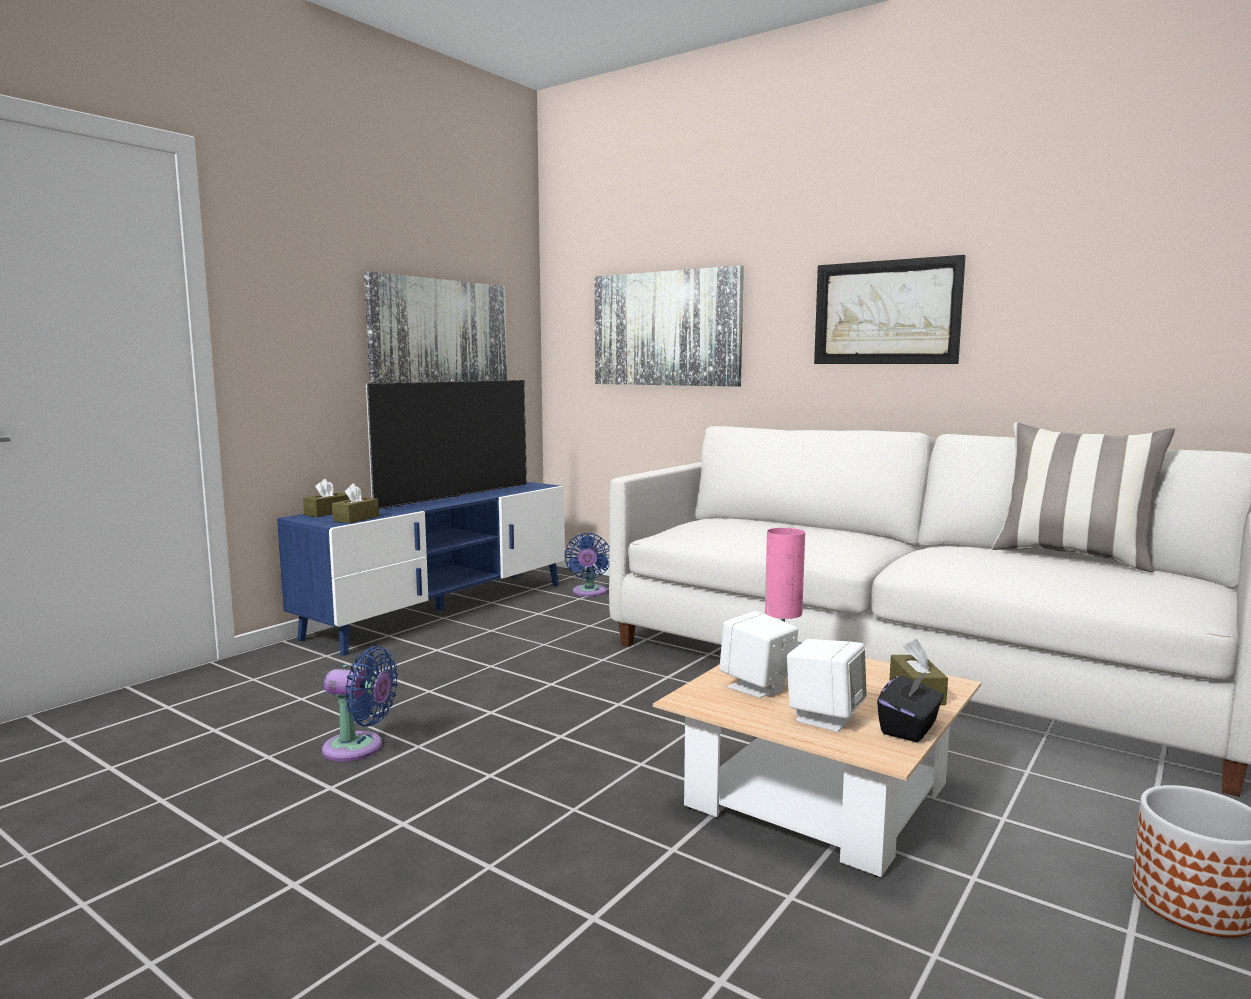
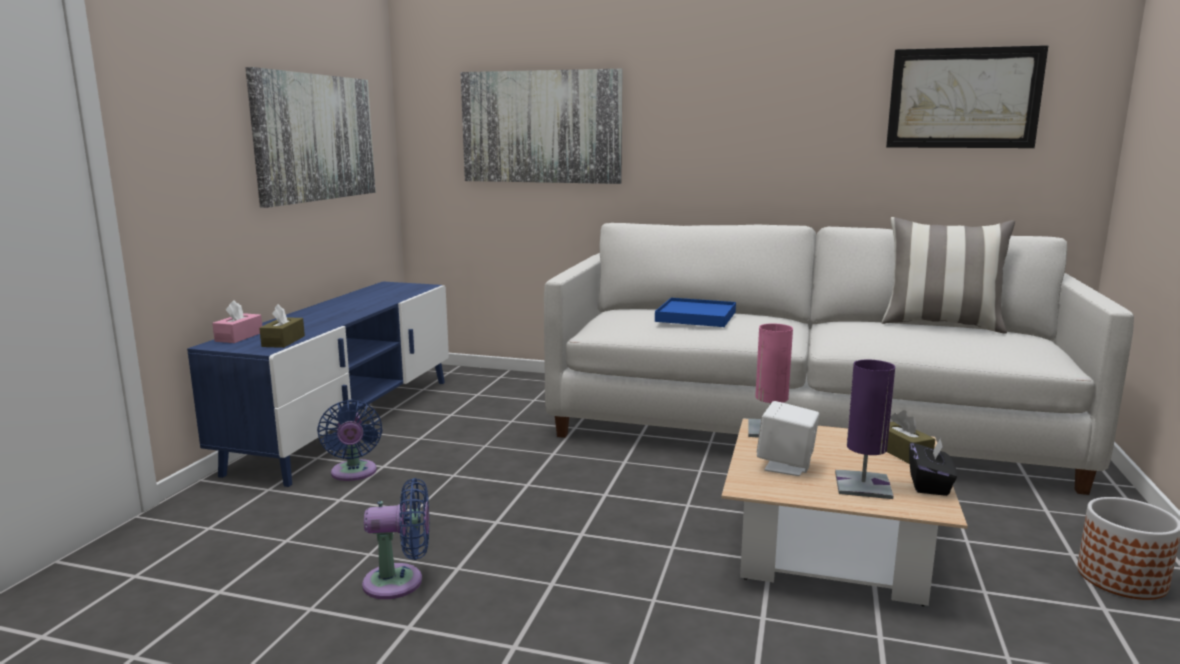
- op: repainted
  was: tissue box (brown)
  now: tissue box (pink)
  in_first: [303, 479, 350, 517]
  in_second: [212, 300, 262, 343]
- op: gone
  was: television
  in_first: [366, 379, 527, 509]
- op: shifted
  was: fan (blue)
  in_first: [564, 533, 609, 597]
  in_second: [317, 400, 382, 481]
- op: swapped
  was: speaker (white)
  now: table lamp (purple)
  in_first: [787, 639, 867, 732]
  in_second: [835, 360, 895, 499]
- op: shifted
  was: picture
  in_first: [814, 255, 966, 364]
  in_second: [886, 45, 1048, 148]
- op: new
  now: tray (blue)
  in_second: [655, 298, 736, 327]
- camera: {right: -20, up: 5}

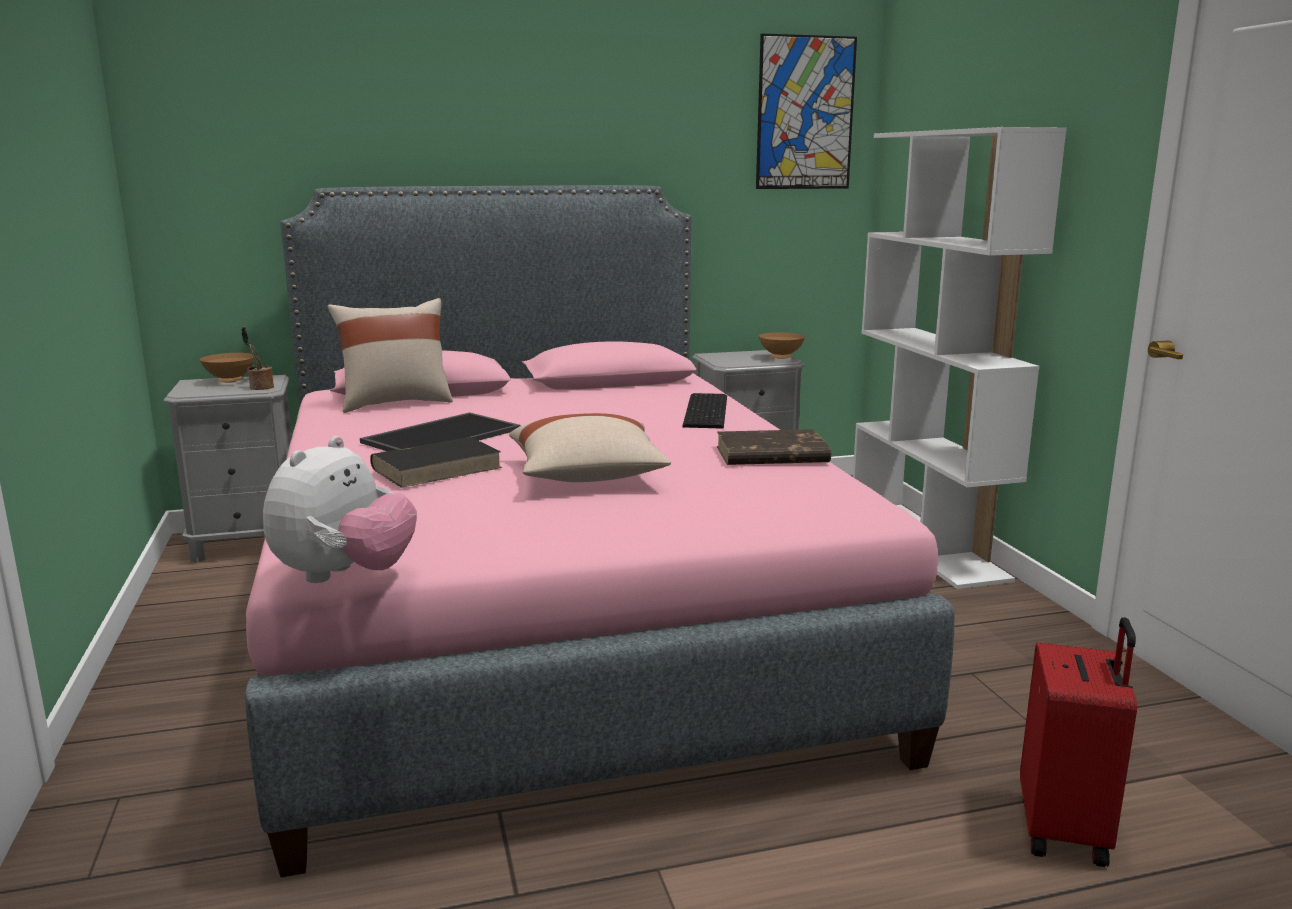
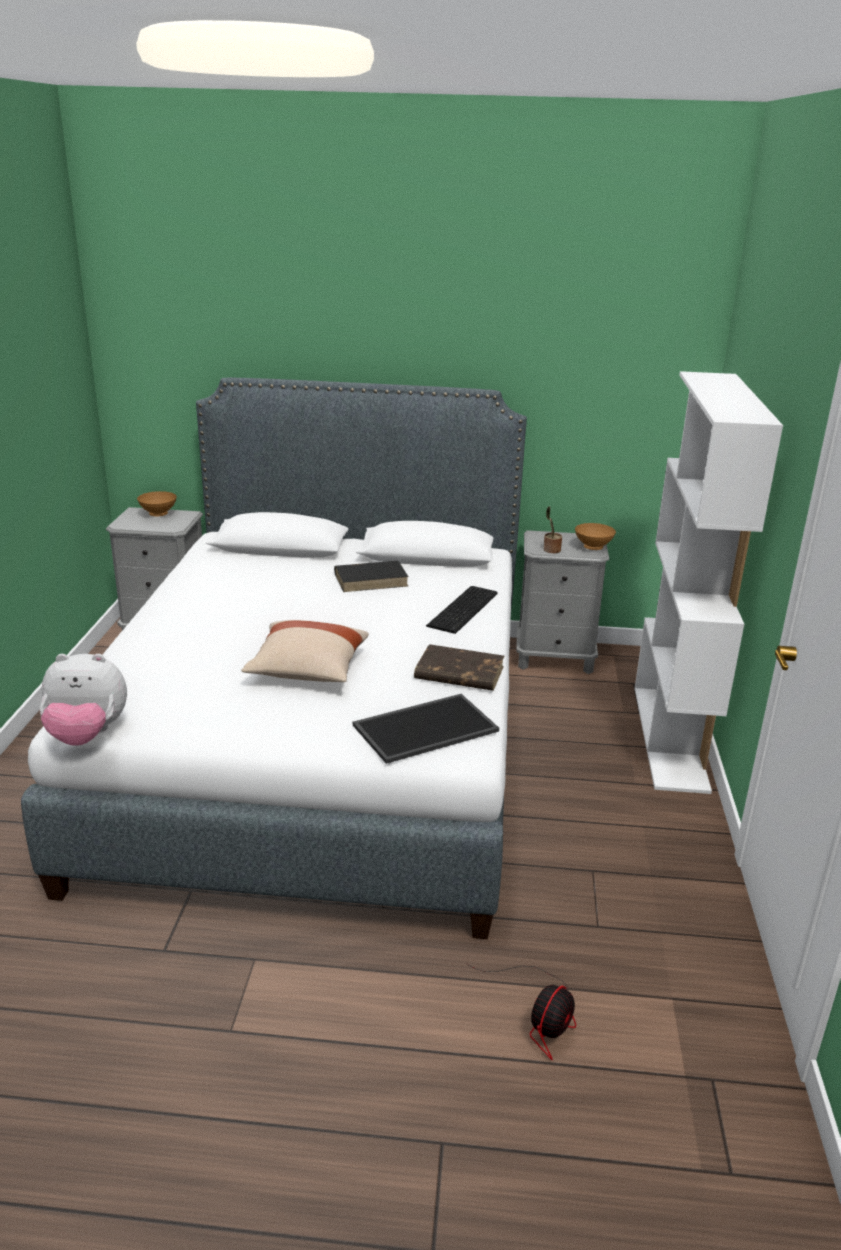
- op: shifted
  was: potted plant
  in_first: [242, 327, 274, 390]
  in_second: [544, 506, 562, 553]
- op: repainted
  was: bed (pink)
  now: bed (white)
  in_first: [245, 185, 954, 877]
  in_second: [21, 377, 527, 939]
- op: rotated
  was: plush toy
  in_first: [263, 436, 417, 583]
  in_second: [40, 654, 127, 746]
  clockwise: 45
- op: gone
  was: pillow (beige)
  in_first: [328, 298, 453, 413]
- op: shifted
  was: tray
  in_first: [360, 412, 520, 451]
  in_second: [353, 694, 499, 764]
- op: shifted
  was: book (black)
  in_first: [370, 437, 502, 488]
  in_second: [334, 561, 409, 592]
- op: gone
  was: picture
  in_first: [756, 33, 857, 189]
- op: swapped
  was: suitcase (red)
  now: fan
  in_first: [1020, 617, 1137, 867]
  in_second: [466, 963, 576, 1060]
- camera: {right: 20, up: 10}

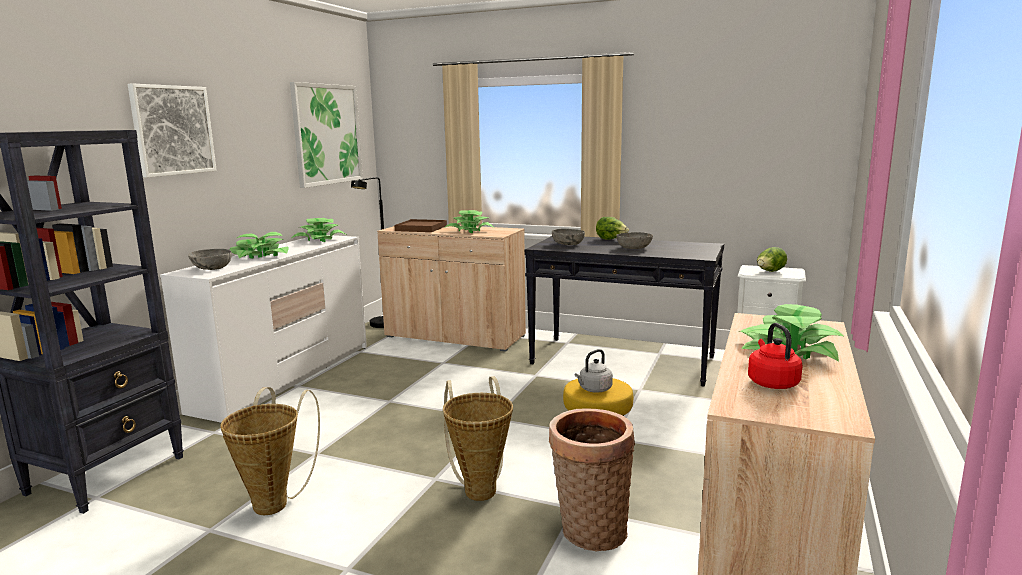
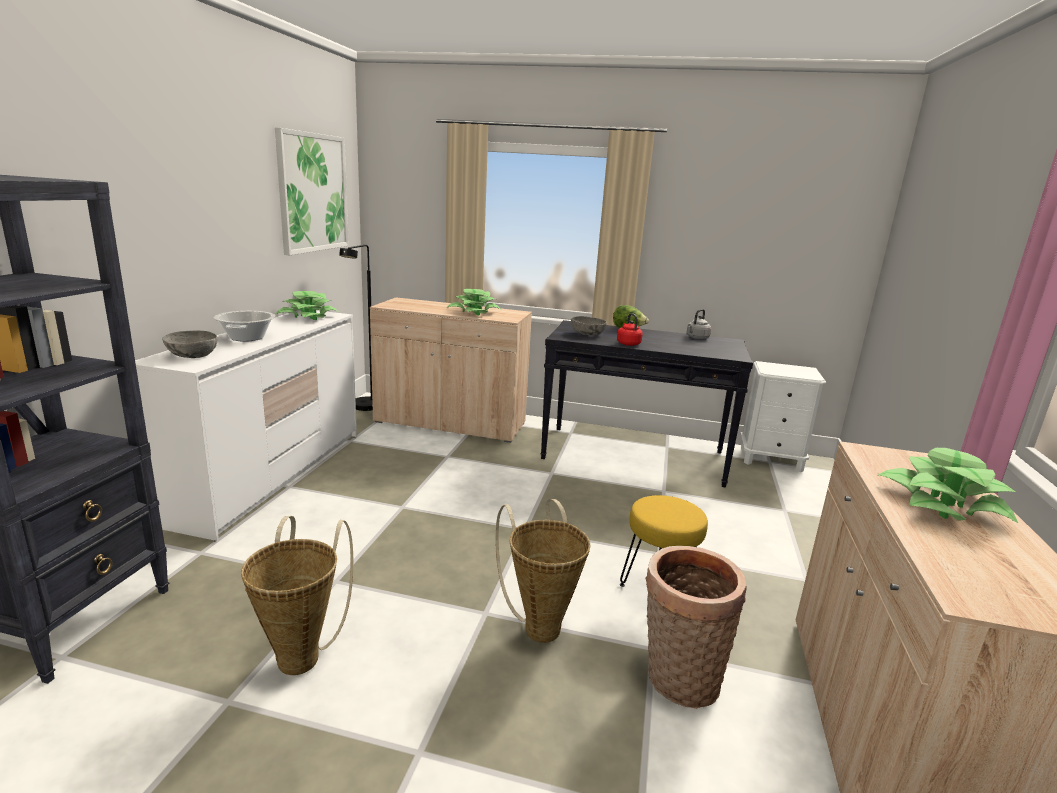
- op: gone
  was: picture
  in_first: [128, 83, 217, 178]
- op: swapped
  was: potted plant
  now: cooking pot
  in_first: [230, 232, 289, 258]
  in_second: [214, 311, 275, 342]
- op: gone
  was: tray (brown)
  in_first: [395, 219, 447, 232]
- op: shifted
  was: kettle (grey)
  in_first: [575, 349, 613, 393]
  in_second: [687, 309, 711, 339]
- op: gone
  was: bowl (grey)
  in_first: [616, 232, 653, 249]
- op: shifted
  was: kettle (red)
  in_first: [748, 323, 803, 389]
  in_second: [617, 313, 643, 346]
- op: gone
  was: lettuce
  in_first: [757, 247, 787, 272]
- camera: {right: -10, up: 5}

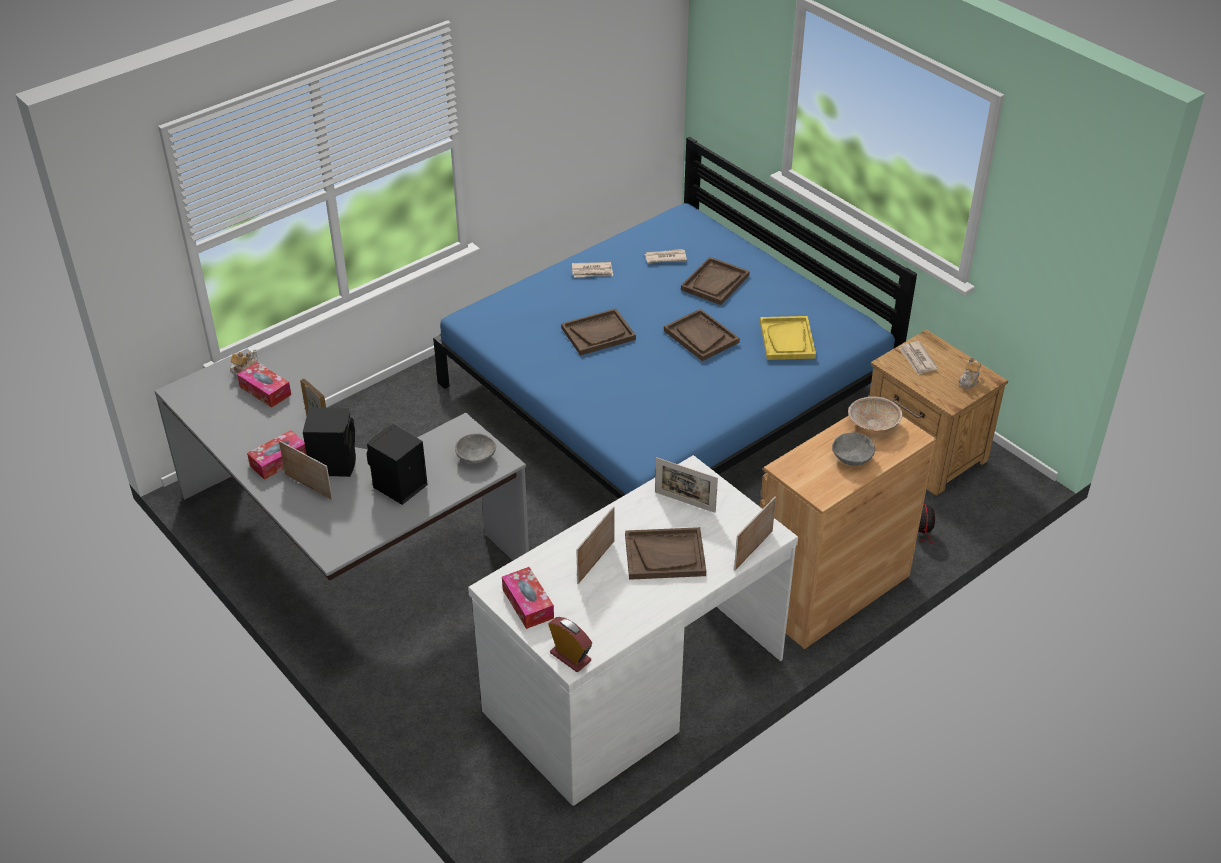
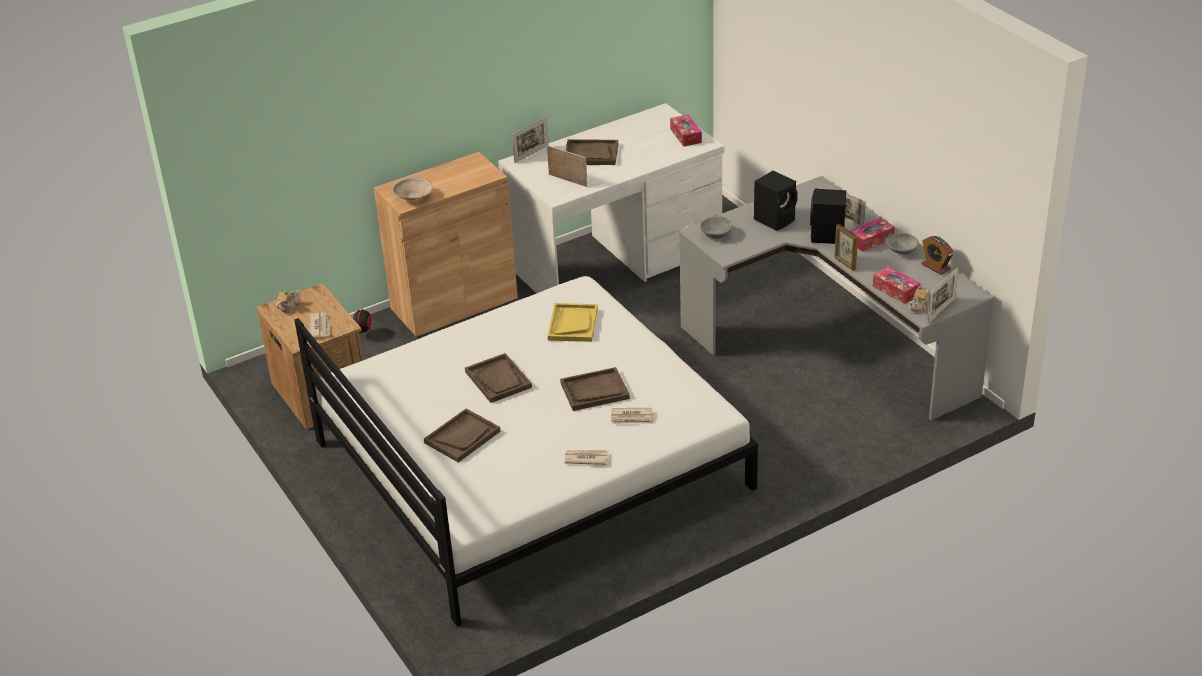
- op: repainted
  was: bed (blue)
  now: bed (white)
  in_first: [433, 137, 917, 499]
  in_second: [294, 276, 758, 627]
- op: shifted
  was: alarm clock
  in_first: [548, 617, 592, 672]
  in_second: [921, 236, 954, 275]
- op: shifted
  was: picture frame
  in_first: [577, 506, 614, 584]
  in_second: [927, 267, 958, 323]
- op: shifted
  was: newspaper
  in_first: [645, 249, 687, 263]
  in_second: [611, 408, 653, 424]
- op: shifted
  was: tray (yellow)
  in_first: [760, 316, 816, 360]
  in_second: [548, 303, 598, 342]
- op: shifted
  was: bowl (grey)
  in_first: [832, 432, 875, 466]
  in_second: [886, 233, 919, 255]
- camera: {right: -170, up: -5}

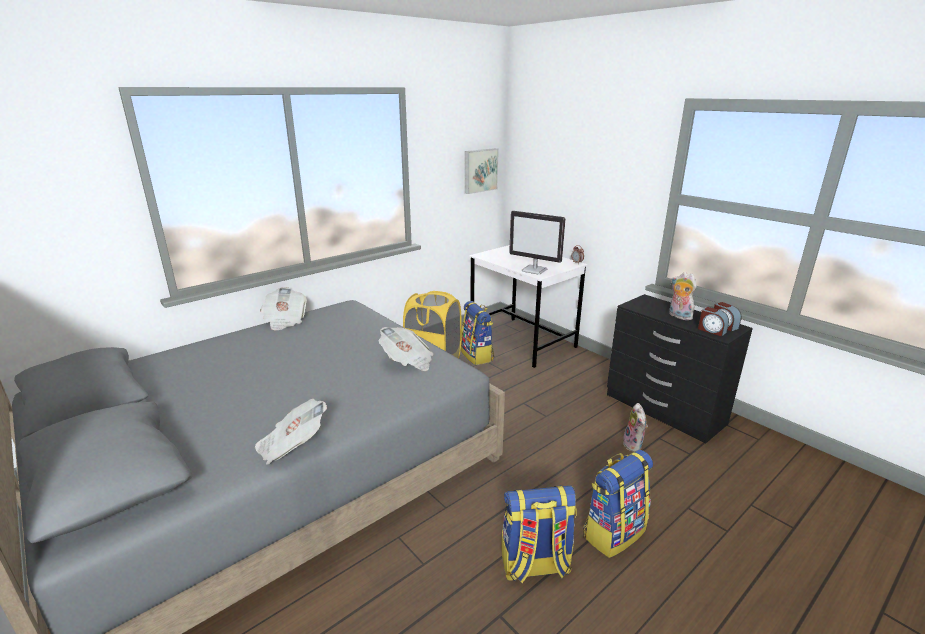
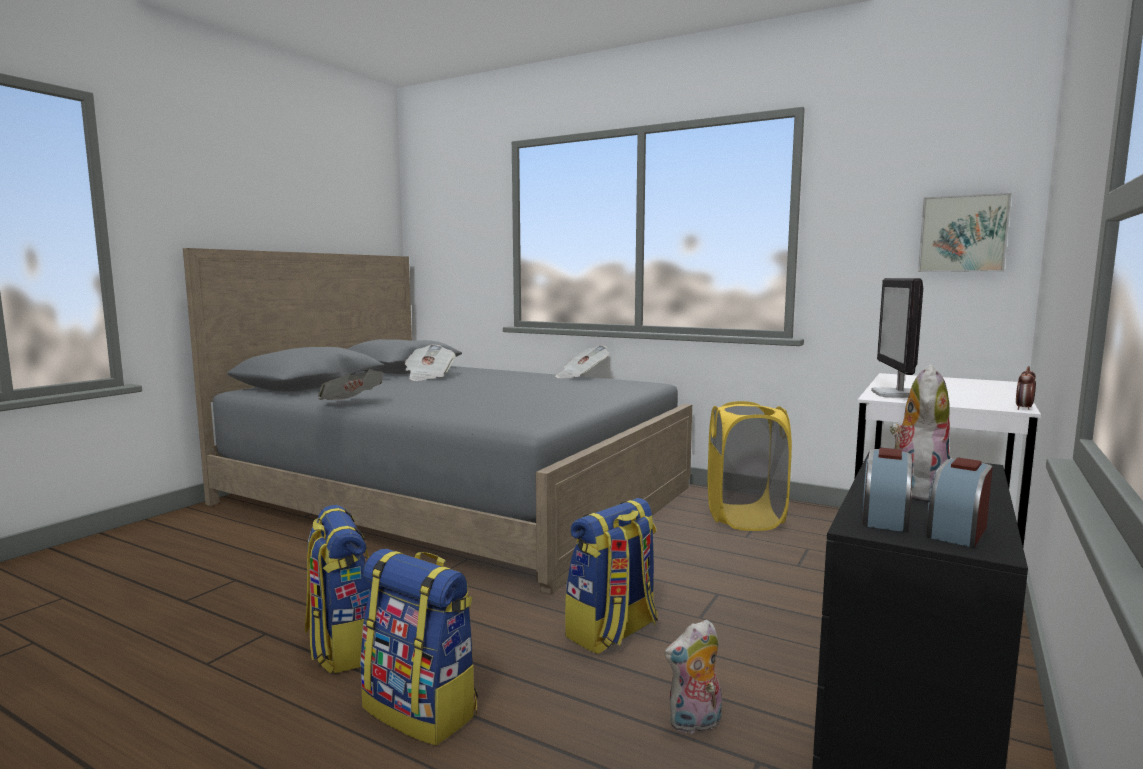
- op: shifted
  was: newspaper
  in_first: [379, 327, 433, 371]
  in_second: [404, 344, 456, 381]
- op: shifted
  was: backpack
  in_first: [461, 301, 494, 365]
  in_second: [565, 498, 658, 654]
- camera: {right: 70, up: -15}

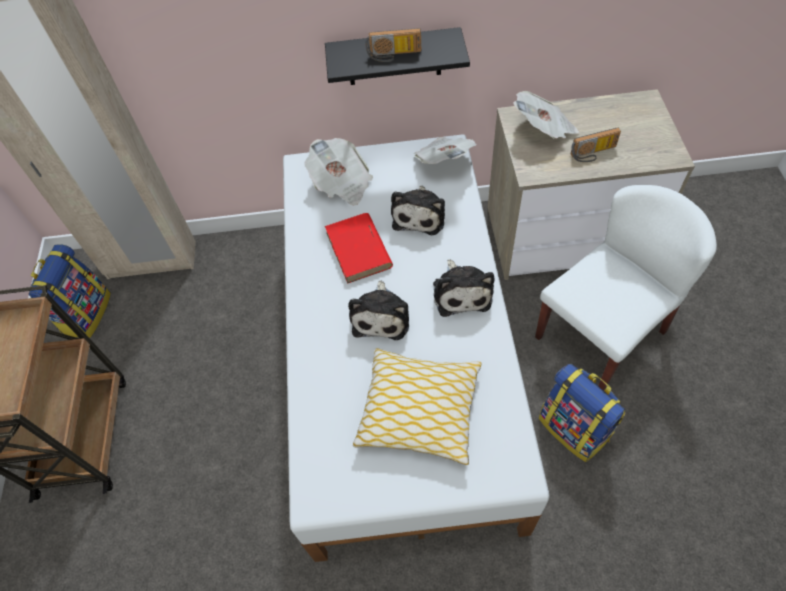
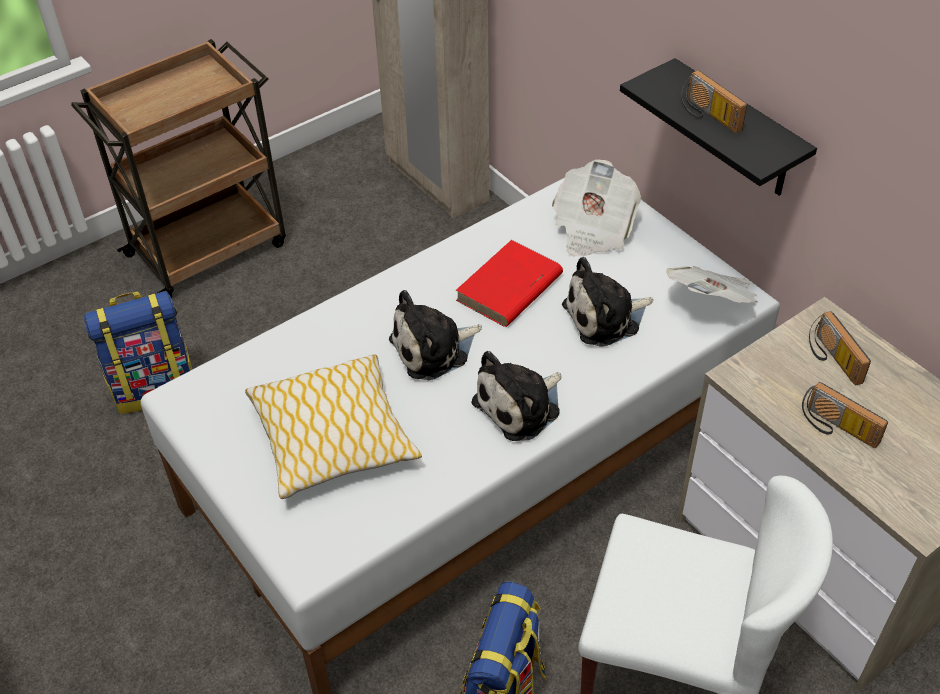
- op: shifted
  was: backpack
  in_first: [28, 244, 111, 338]
  in_second: [84, 291, 192, 414]
- op: swapped
  was: newspaper
  now: radio
  in_first: [513, 91, 579, 139]
  in_second: [809, 311, 871, 386]
- camera: {right: 55, up: -10}

